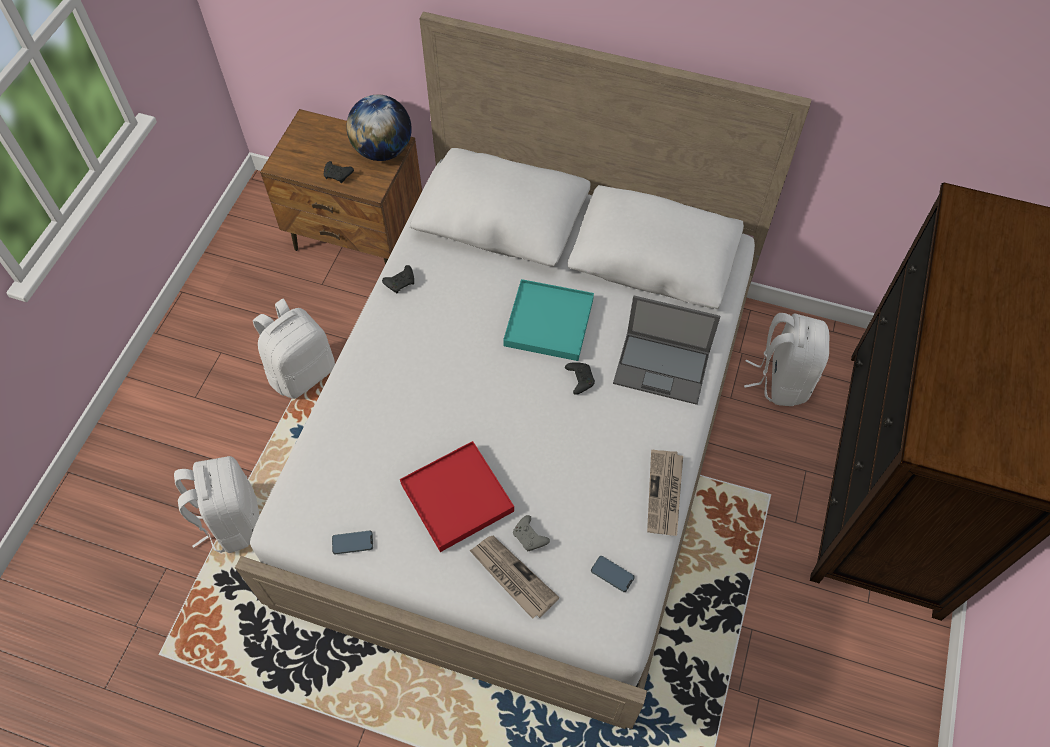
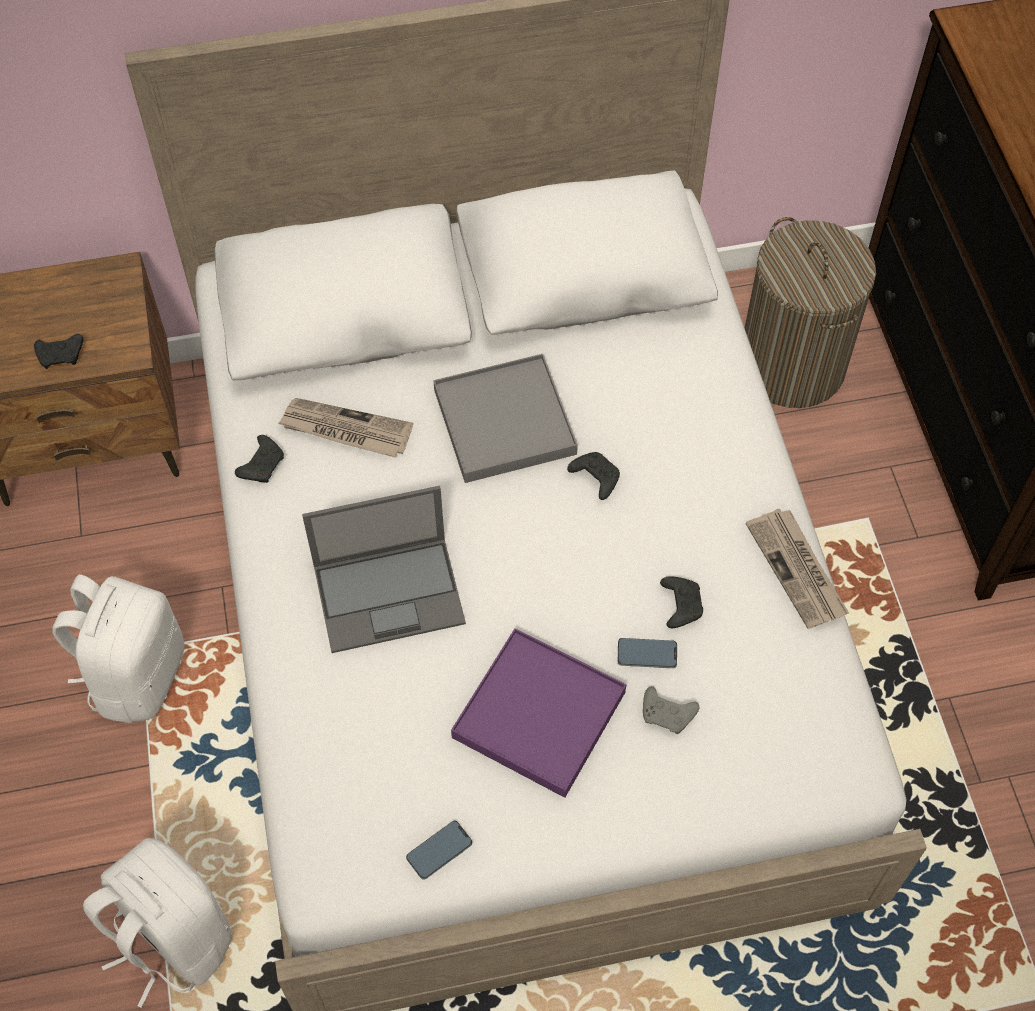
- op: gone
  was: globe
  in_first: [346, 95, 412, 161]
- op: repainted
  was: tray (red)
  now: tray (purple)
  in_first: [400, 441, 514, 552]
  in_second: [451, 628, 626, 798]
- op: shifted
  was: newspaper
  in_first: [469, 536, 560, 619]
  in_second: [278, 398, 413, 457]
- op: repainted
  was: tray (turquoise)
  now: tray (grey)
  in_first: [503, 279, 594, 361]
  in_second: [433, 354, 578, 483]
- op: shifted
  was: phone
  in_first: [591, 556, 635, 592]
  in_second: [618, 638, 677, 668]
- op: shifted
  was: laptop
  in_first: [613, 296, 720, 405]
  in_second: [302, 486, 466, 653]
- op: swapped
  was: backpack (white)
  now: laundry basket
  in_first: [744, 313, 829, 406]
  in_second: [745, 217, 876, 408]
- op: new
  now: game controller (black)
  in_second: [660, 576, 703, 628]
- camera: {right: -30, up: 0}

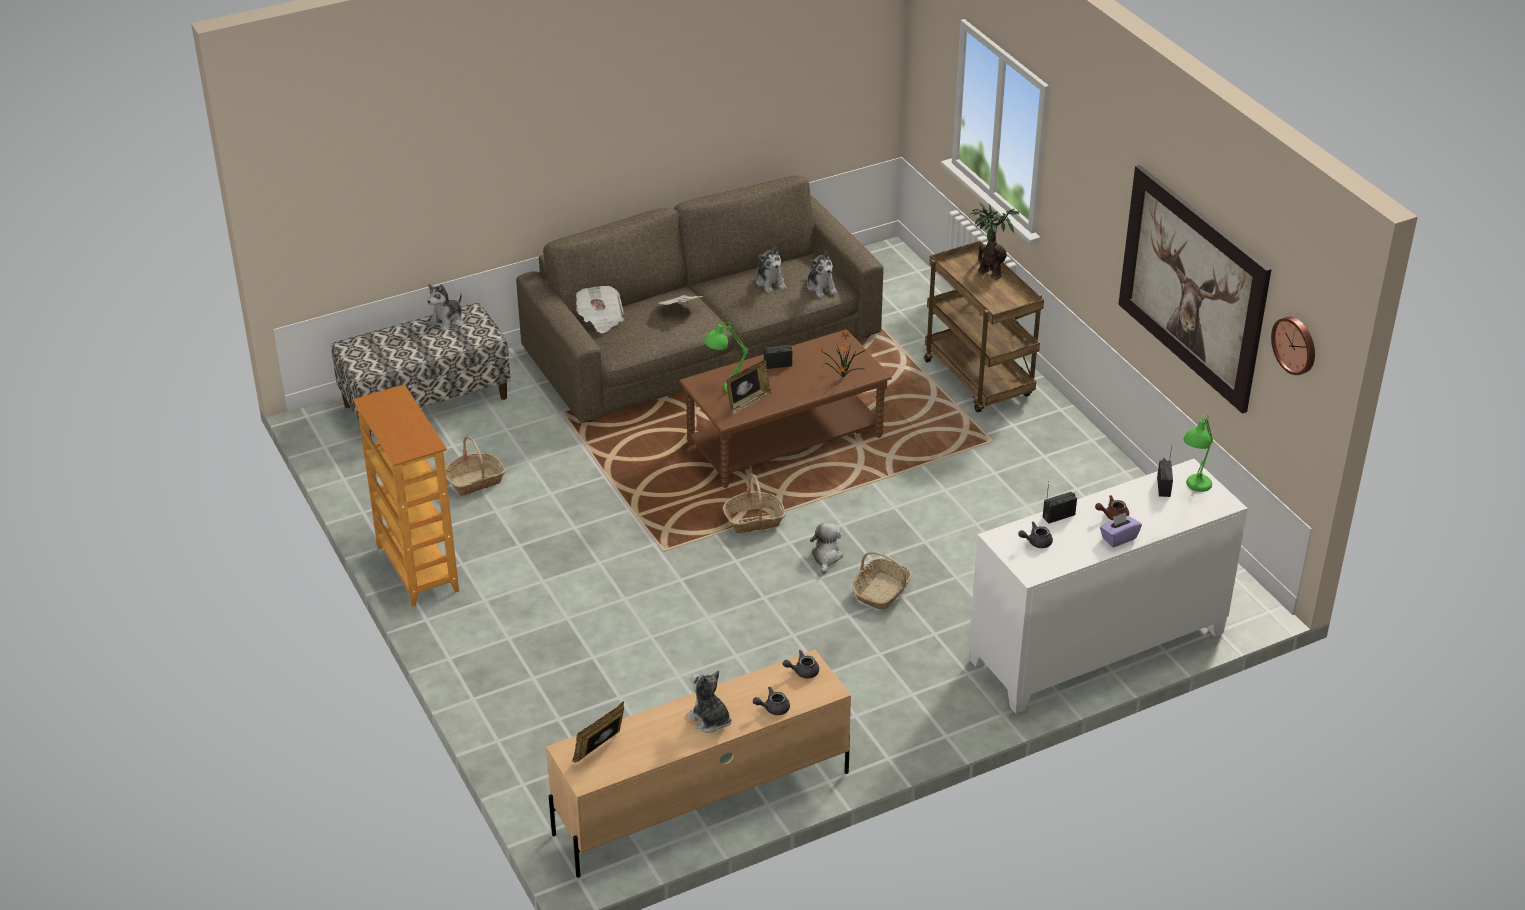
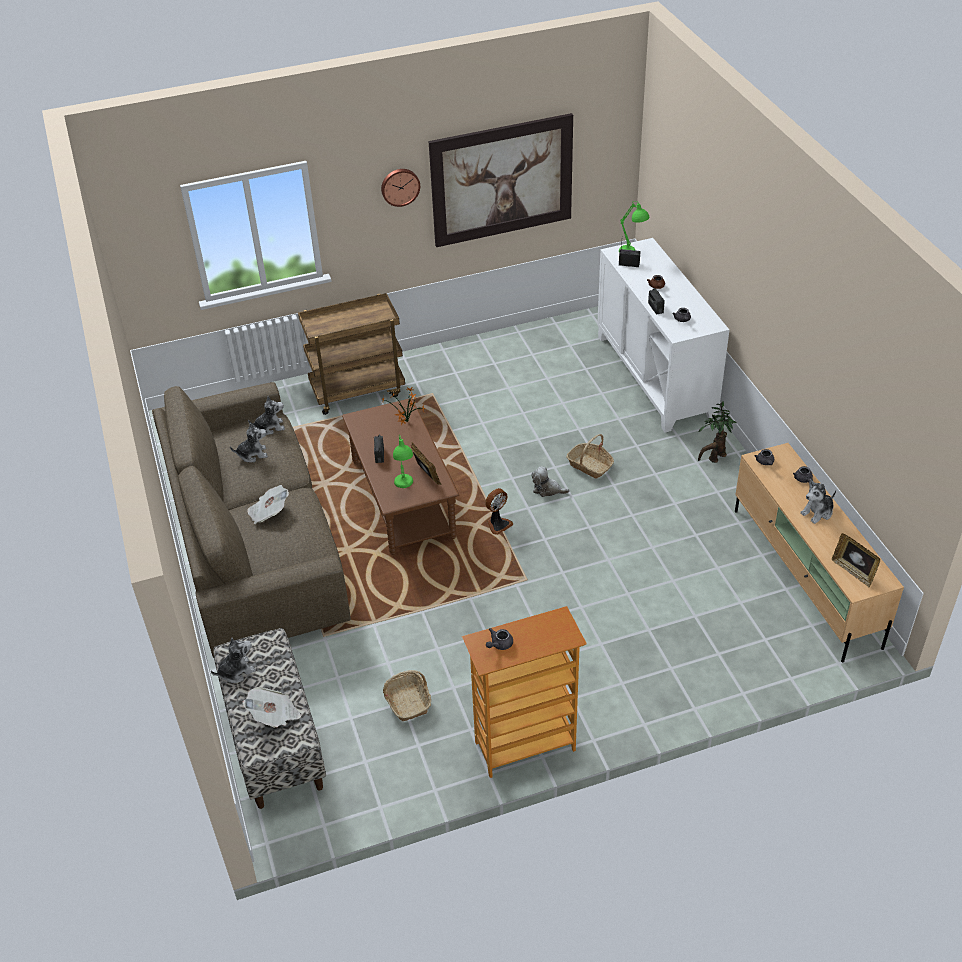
- op: rotated
  was: plush toy
  in_first: [427, 284, 462, 331]
  in_second: [211, 638, 256, 683]
  clockwise: -75
- op: shifted
  was: newspaper
  in_first: [576, 286, 624, 333]
  in_second: [242, 687, 301, 728]
- op: swapped
  was: basket
  now: fan
  in_first: [723, 474, 786, 533]
  in_second: [485, 488, 513, 535]
- op: shifted
  was: potted plant
  in_first: [970, 202, 1019, 279]
  in_second: [698, 401, 737, 463]
- op: gone
  was: tissue box (purple)
  in_first: [1100, 513, 1142, 547]
- op: shifted
  was: wall clock
  in_first: [1271, 317, 1315, 375]
  in_second: [381, 169, 420, 207]
- op: new
  now: teapot (grey)
  in_second: [486, 628, 513, 650]
- camera: {right: -80, up: 5}

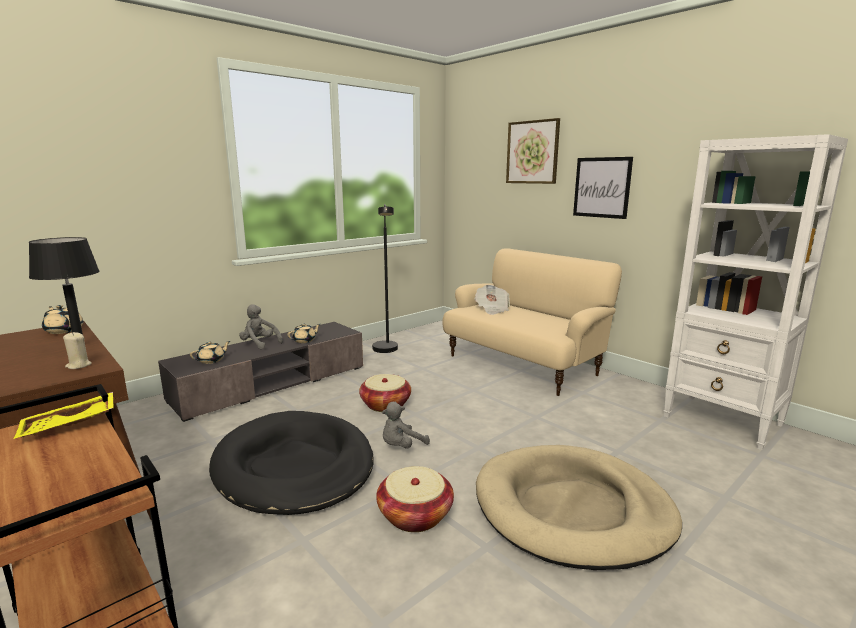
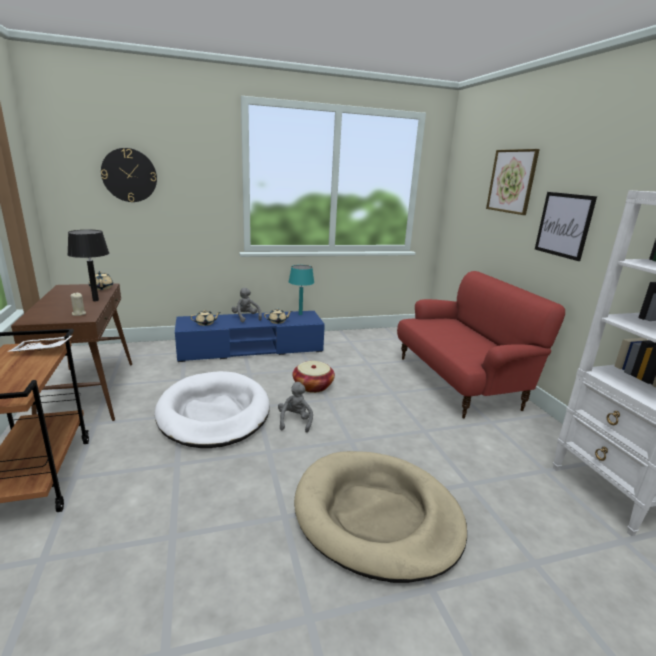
- op: repainted
  was: tray (yellow)
  now: tray (white)
  in_first: [13, 392, 113, 439]
  in_second: [7, 335, 73, 352]
- op: repainted
  was: tv stand (grey)
  now: tv stand (blue)
  in_first: [158, 322, 363, 422]
  in_second: [175, 311, 325, 362]
- op: repainted
  was: dog bed (black)
  now: dog bed (white)
  in_first: [209, 411, 374, 515]
  in_second: [154, 371, 270, 448]
- op: gone
  was: floor lamp (black)
  in_first: [372, 204, 398, 353]
- op: gone
  was: basket
  in_first: [376, 466, 454, 532]
- op: rotated
  was: plush toy (grey)
  in_first: [382, 402, 430, 449]
  in_second: [278, 382, 313, 433]
  clockwise: 105
- op: repainted
  was: sofa (beige)
  now: sofa (red)
  in_first: [442, 248, 622, 396]
  in_second: [397, 271, 565, 419]
- op: gone
  was: newspaper
  in_first: [474, 285, 510, 315]
- op: new
  now: wall clock
  in_second: [101, 148, 157, 202]
- op: new
  now: table lamp (turquoise)
  in_second: [289, 265, 314, 315]
- camera: {right: 25, up: 5}

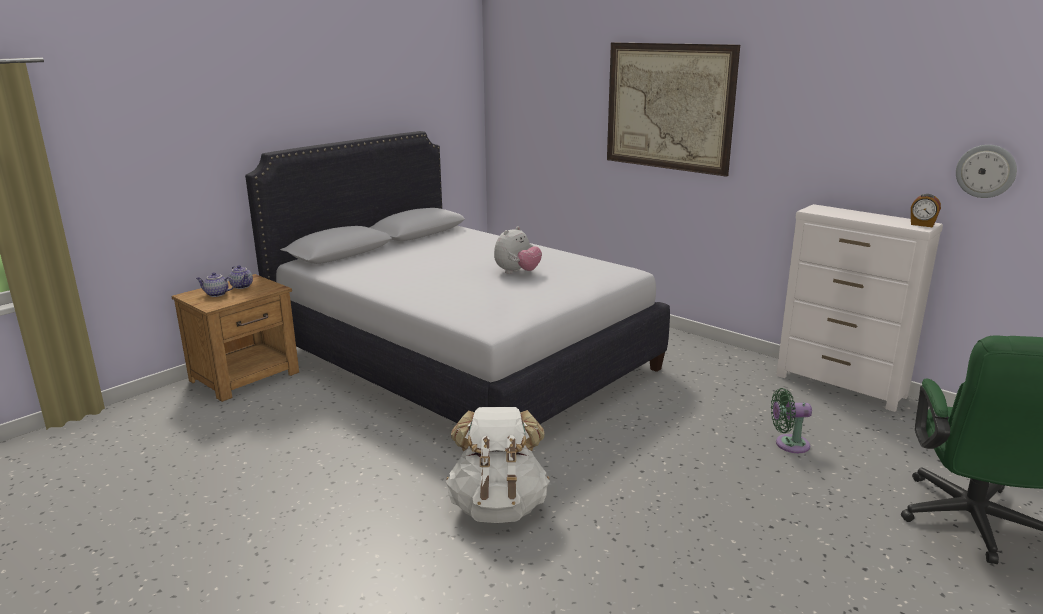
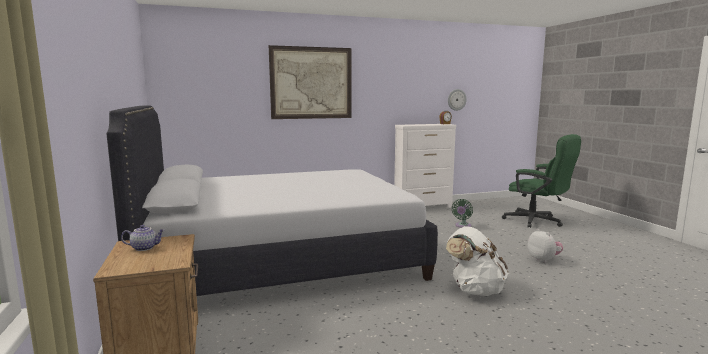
- op: gone
  was: teapot
  in_first: [196, 272, 235, 297]
- op: shifted
  was: plush toy
  in_first: [494, 226, 542, 274]
  in_second: [528, 229, 563, 263]
- camera: {right: -60, up: -10}

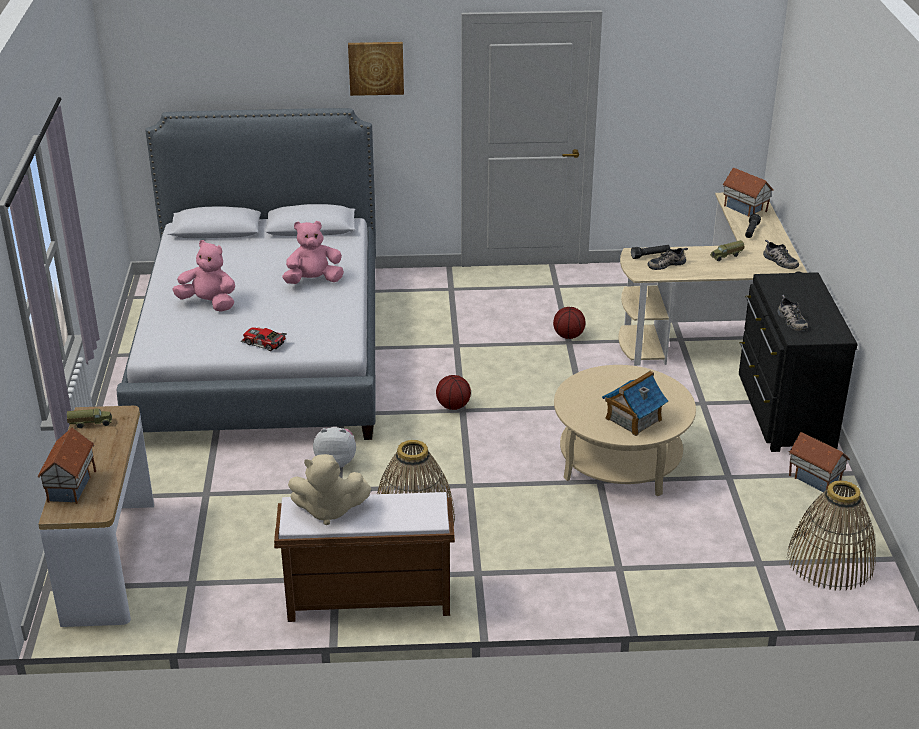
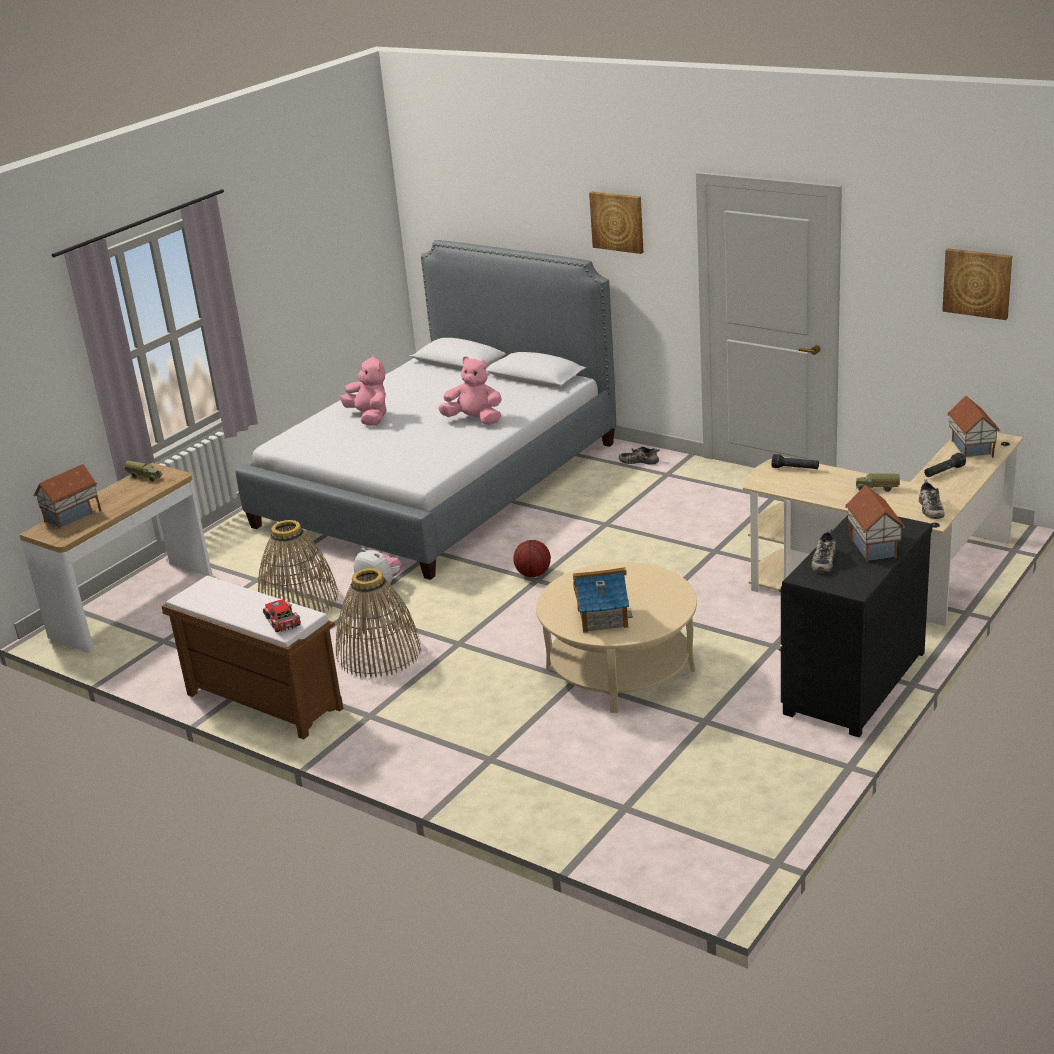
- op: shifted
  was: toy car
  in_first: [241, 327, 287, 351]
  in_second: [263, 599, 301, 632]
- op: gone
  was: plush toy (beige)
  in_first: [288, 454, 372, 525]
- op: gone
  was: basketball
  in_first: [553, 307, 585, 339]
- op: shifted
  was: shoe
  in_first: [647, 248, 688, 270]
  in_second: [619, 447, 660, 465]
- op: shifted
  was: basket
  in_first: [787, 480, 876, 591]
  in_second: [258, 520, 339, 613]
- op: shifted
  was: toy house
  in_first: [788, 432, 850, 492]
  in_second: [845, 485, 905, 562]
- op: new
  now: picture
  in_second: [942, 248, 1012, 320]
- camera: {right: 40, up: -5}

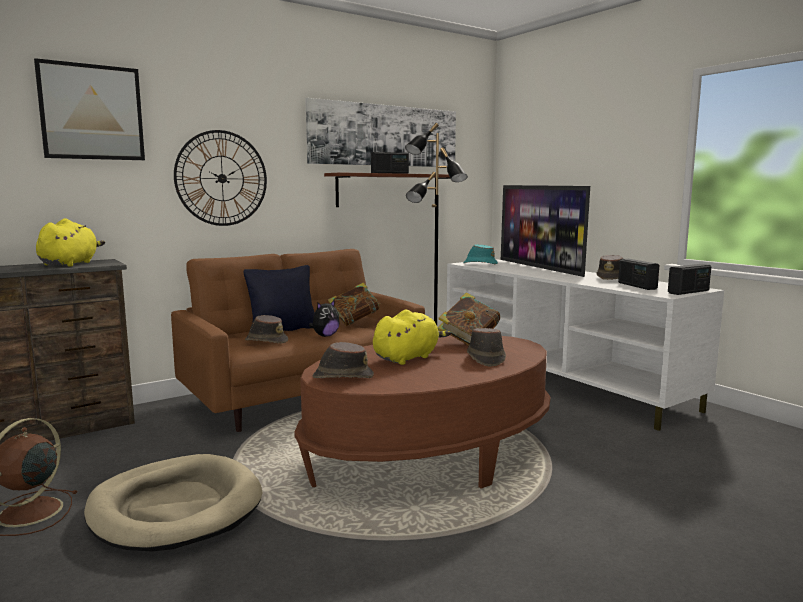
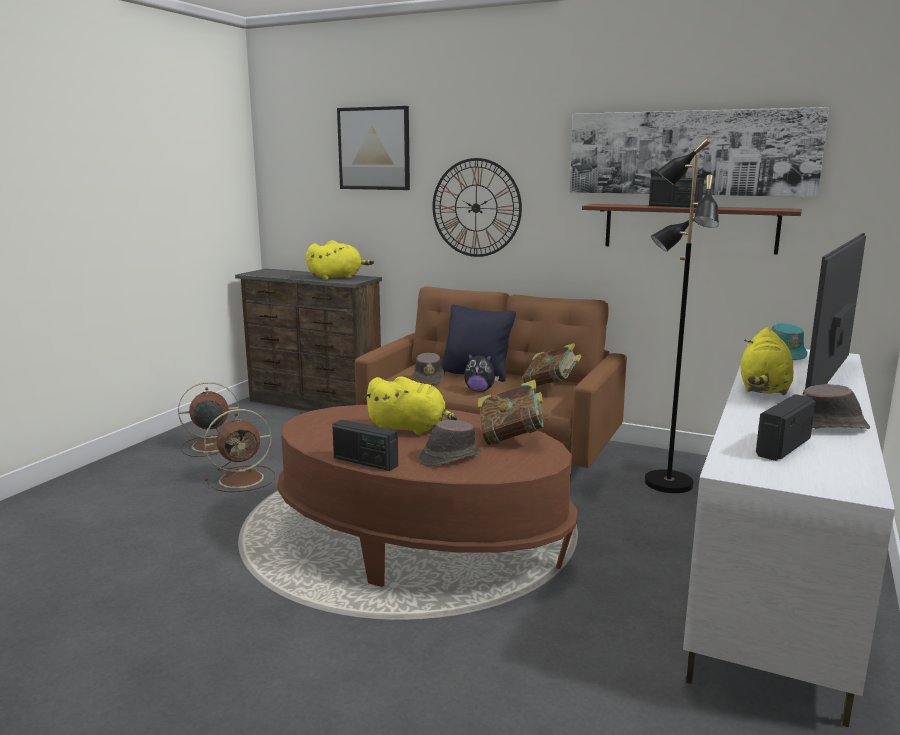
- op: swapped
  was: dog bed (beige)
  now: fan (brown)
  in_first: [84, 454, 262, 551]
  in_second: [204, 409, 275, 492]
- op: gone
  was: hat (brown)
  in_first: [313, 342, 374, 378]
- op: shifted
  was: radio
  in_first: [668, 264, 711, 295]
  in_second: [332, 419, 398, 471]
- op: new
  now: plush toy (yellow)
  in_second: [740, 327, 794, 395]
- camera: {right: 60, up: 5}

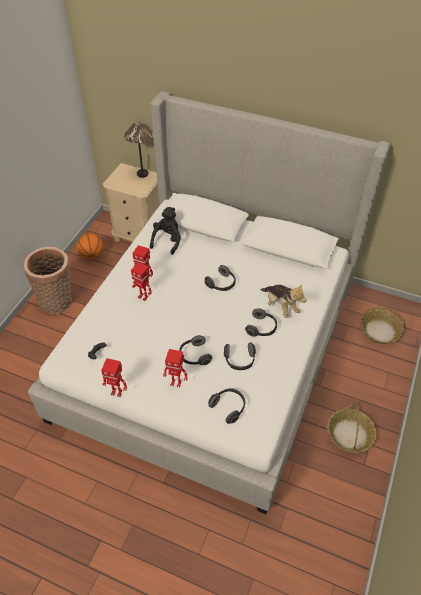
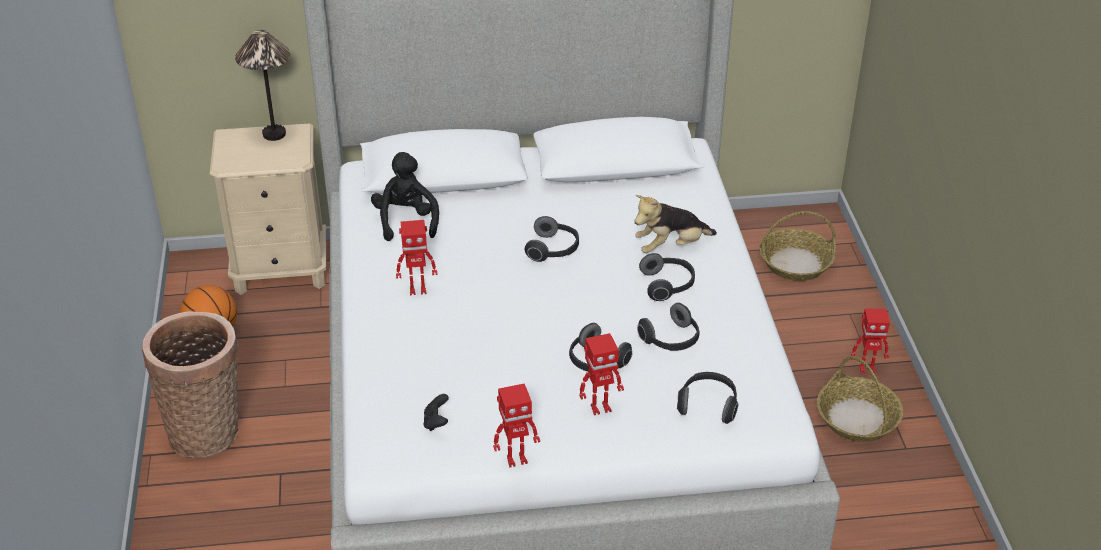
- op: shifted
  was: toy robot
  in_first: [131, 262, 152, 301]
  in_second: [851, 309, 890, 374]
- op: rotated
  was: plush toy
  in_first: [261, 284, 307, 318]
  in_second: [634, 195, 717, 253]
  clockwise: 135
- camera: {right: -30, up: -10}

